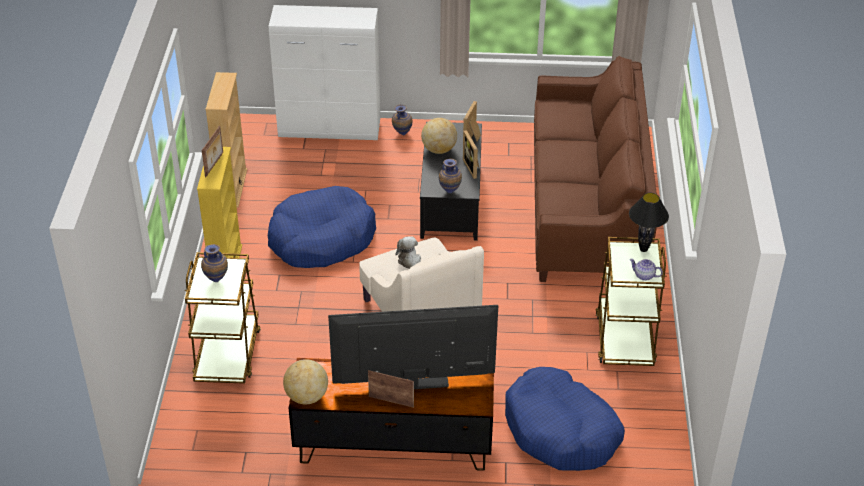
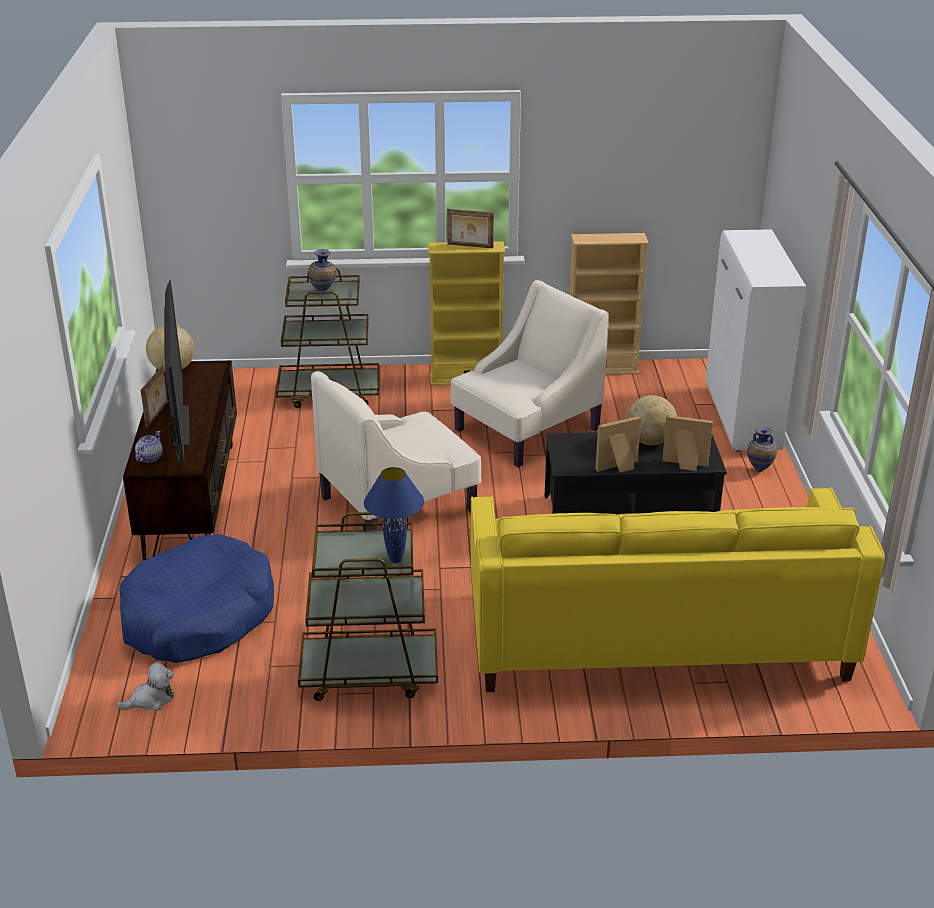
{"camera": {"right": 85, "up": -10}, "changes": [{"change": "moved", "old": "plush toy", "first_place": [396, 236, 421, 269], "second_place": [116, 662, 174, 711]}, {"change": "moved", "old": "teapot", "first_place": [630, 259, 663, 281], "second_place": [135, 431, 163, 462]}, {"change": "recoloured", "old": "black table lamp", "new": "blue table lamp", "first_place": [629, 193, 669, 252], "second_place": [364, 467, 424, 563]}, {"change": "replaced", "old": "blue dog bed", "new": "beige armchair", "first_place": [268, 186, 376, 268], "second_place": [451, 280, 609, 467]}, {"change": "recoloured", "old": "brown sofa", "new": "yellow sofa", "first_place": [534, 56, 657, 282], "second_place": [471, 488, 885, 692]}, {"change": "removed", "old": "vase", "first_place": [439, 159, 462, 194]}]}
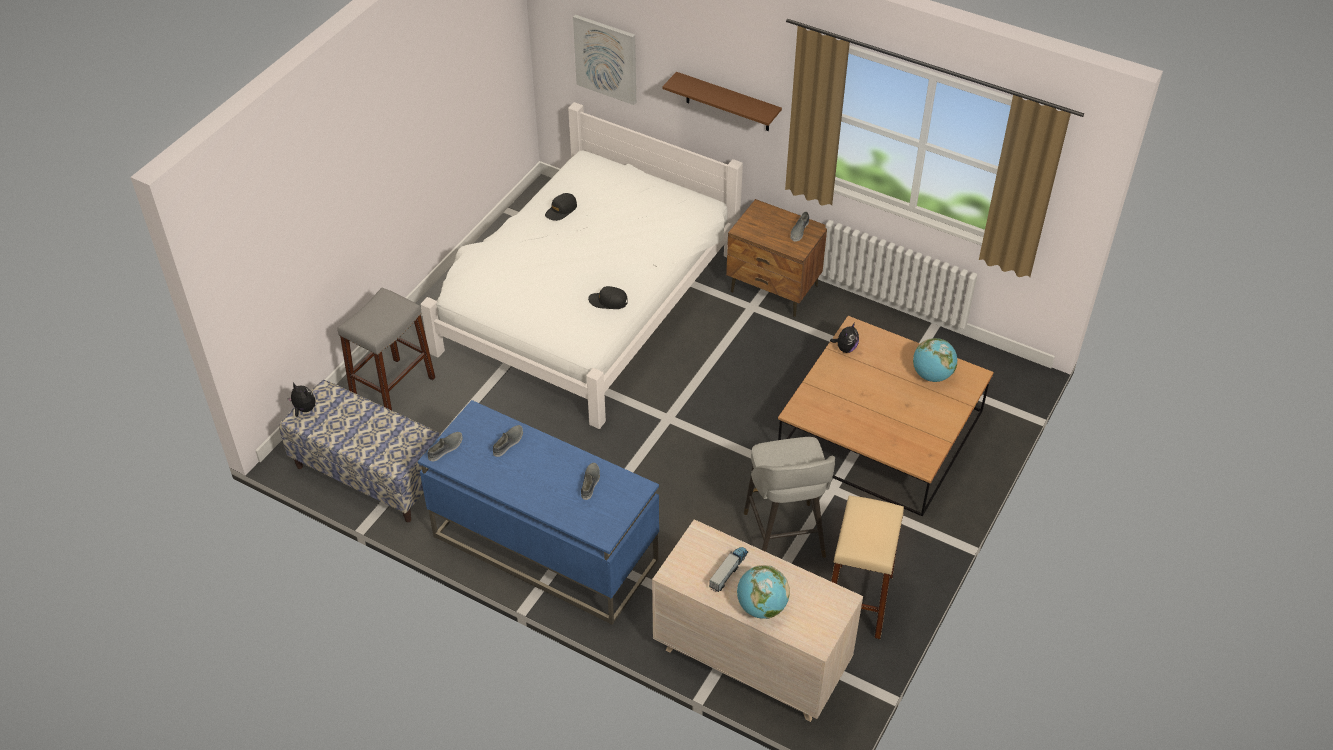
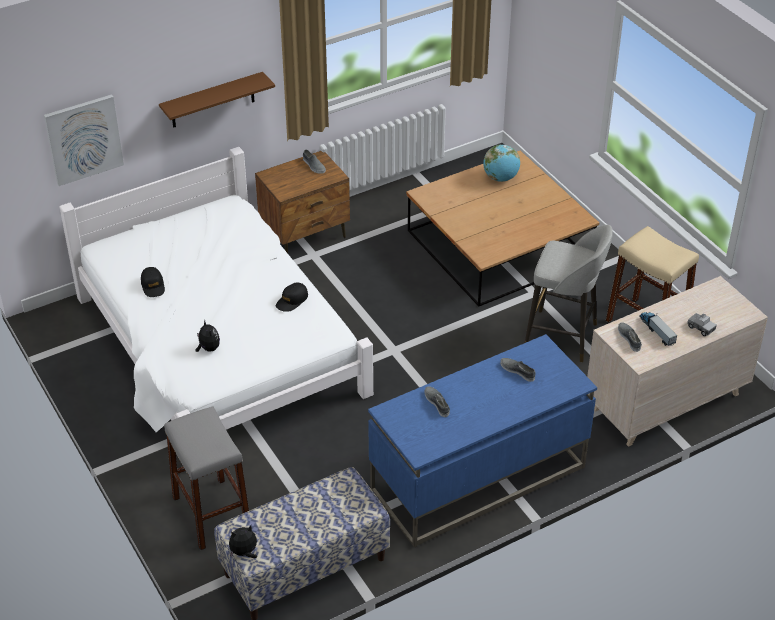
{"camera": {"right": -60, "up": -5}, "changes": [{"change": "moved", "old": "plush toy", "first_place": [830, 323, 859, 353], "second_place": [195, 320, 220, 352]}, {"change": "moved", "old": "grey shoe", "first_place": [428, 432, 462, 461], "second_place": [618, 322, 642, 352]}, {"change": "replaced", "old": "globe", "new": "toy truck", "first_place": [737, 565, 790, 619], "second_place": [687, 313, 717, 337]}]}
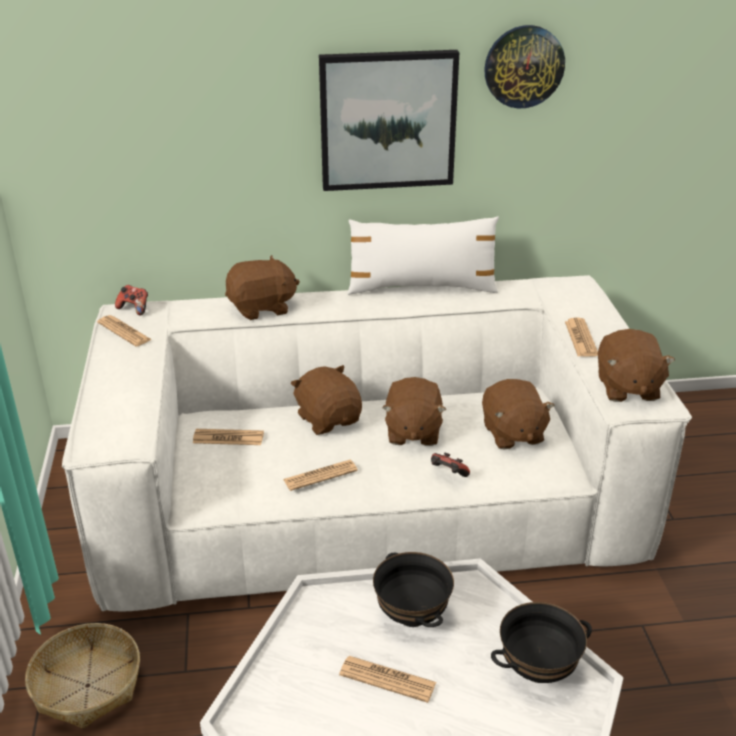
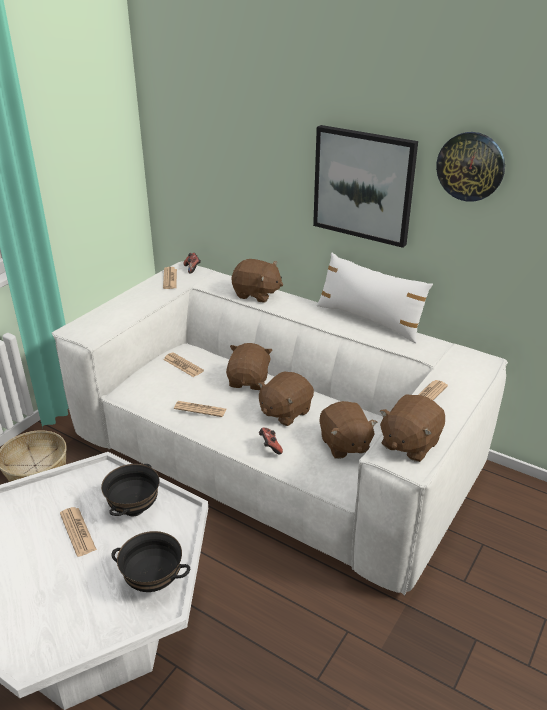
{"camera": {"right": 40, "up": 0}, "changes": [{"change": "turned", "old": "brown plush toy", "first_place": [482, 379, 555, 450], "second_place": [319, 401, 377, 459], "degrees": -45}]}
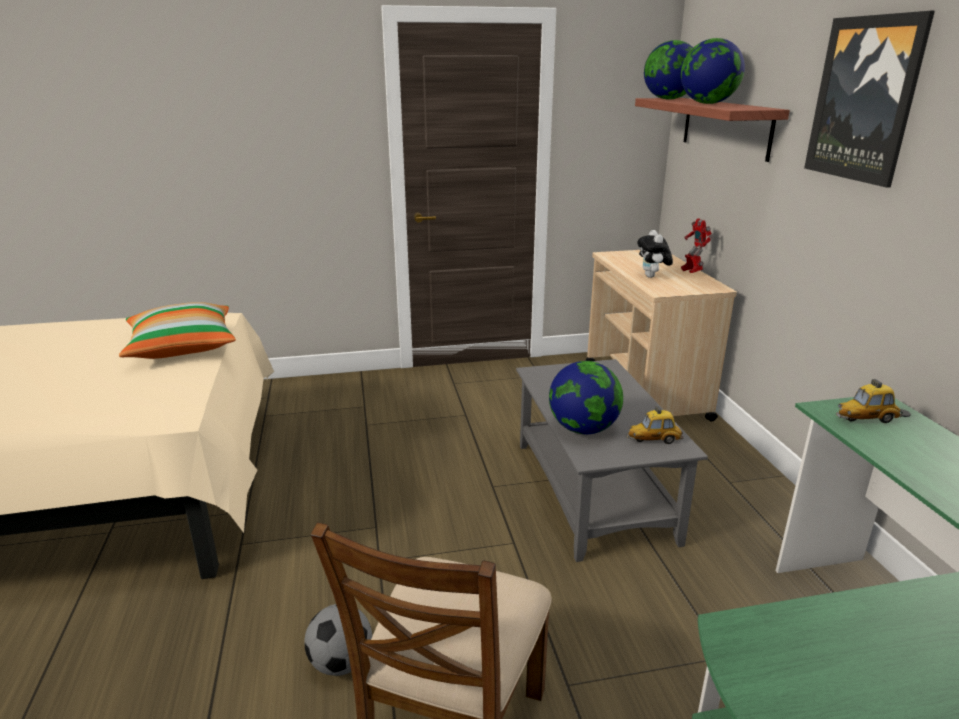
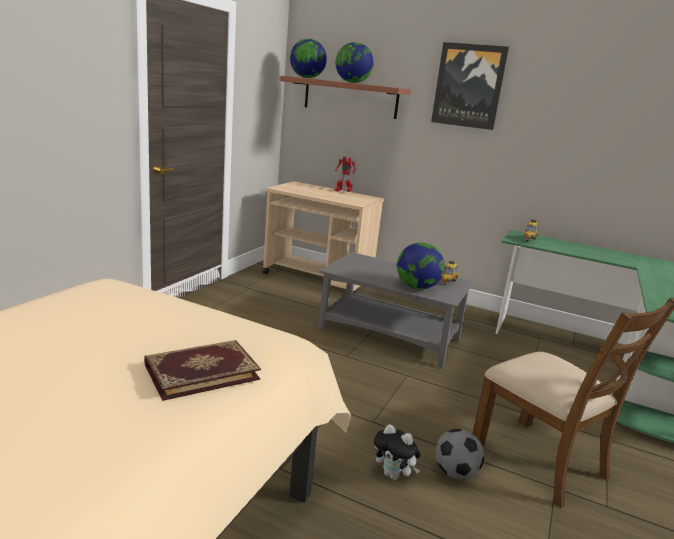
{"camera": {"right": -55, "up": -5}, "changes": [{"change": "added", "new": "book", "second_place": [144, 340, 261, 401]}, {"change": "moved", "old": "plush toy", "first_place": [637, 230, 673, 278], "second_place": [374, 424, 420, 480]}, {"change": "removed", "old": "pillow", "first_place": [119, 302, 236, 359]}]}
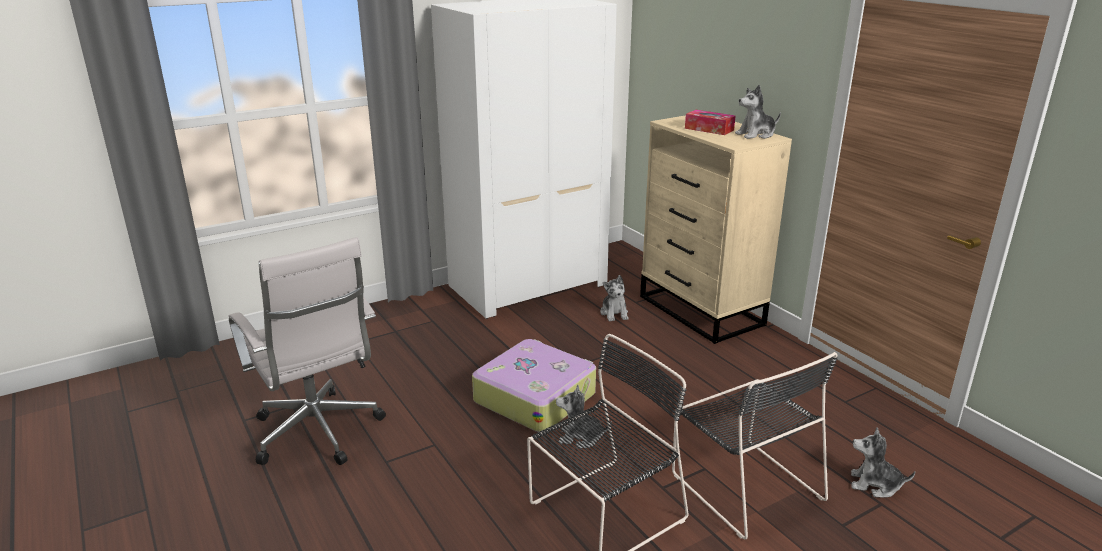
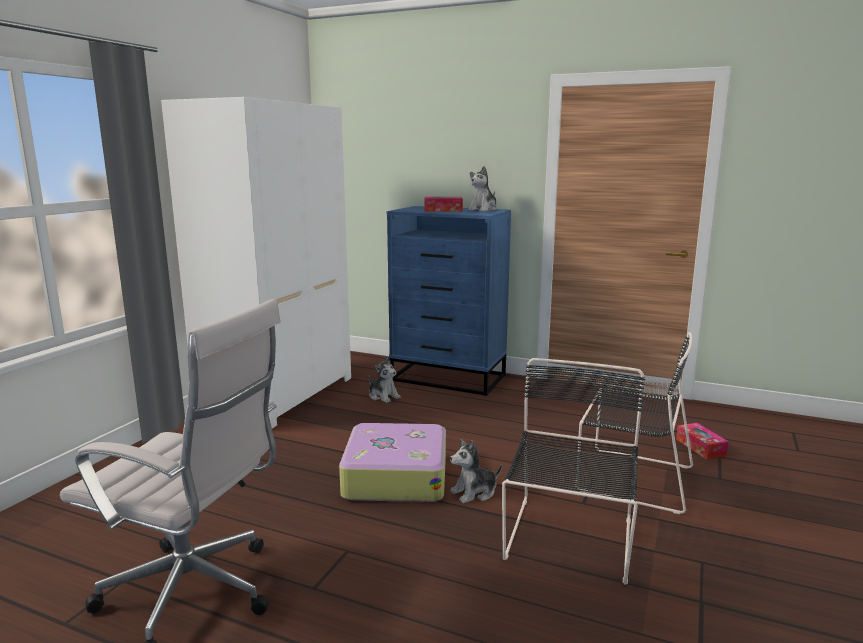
{"camera": {"right": -35, "up": -10}, "changes": [{"change": "recoloured", "old": "beige dresser", "new": "blue dresser", "first_place": [640, 115, 792, 344], "second_place": [387, 206, 511, 396]}, {"change": "replaced", "old": "plush toy", "new": "tissue box", "first_place": [851, 428, 915, 498], "second_place": [676, 423, 729, 459]}]}
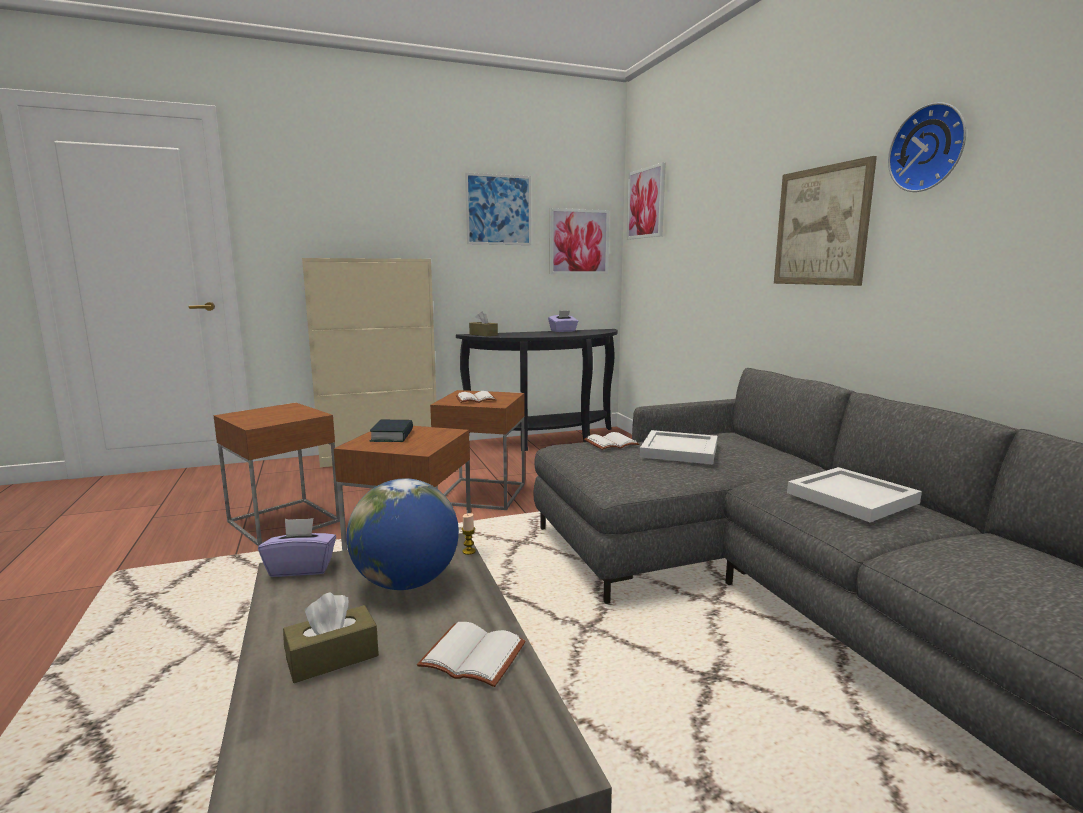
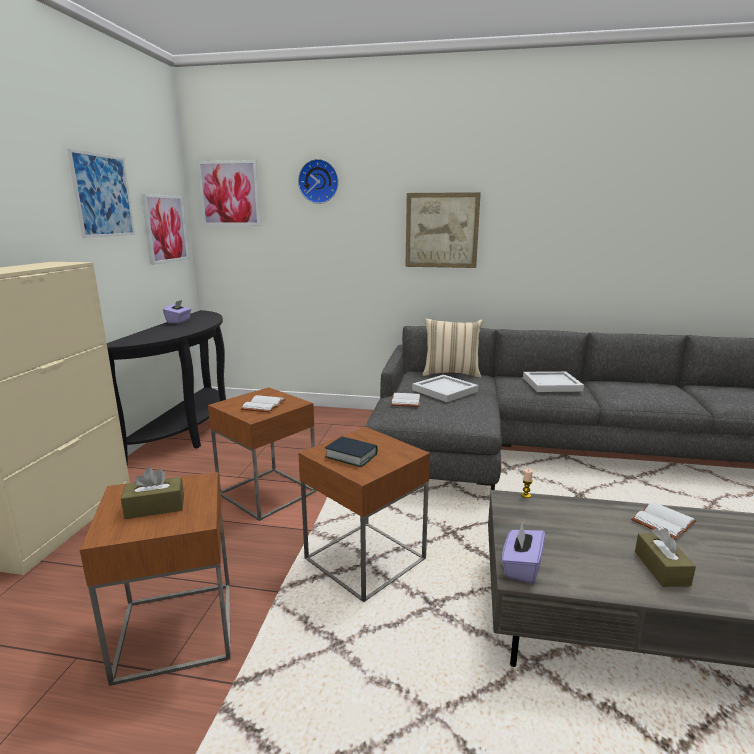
{"camera": {"right": -60, "up": 5}, "changes": [{"change": "moved", "old": "brown tissue box", "first_place": [469, 312, 498, 336], "second_place": [121, 468, 184, 519]}, {"change": "moved", "old": "wall clock", "first_place": [888, 102, 966, 192], "second_place": [298, 159, 339, 204]}, {"change": "added", "new": "beige pillow", "second_place": [423, 318, 483, 378]}, {"change": "removed", "old": "globe", "first_place": [346, 478, 459, 590]}]}
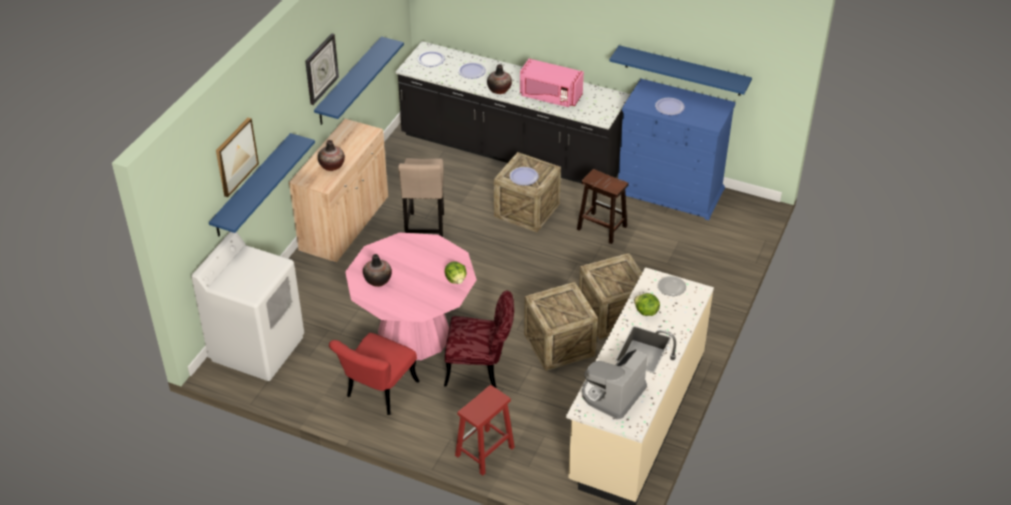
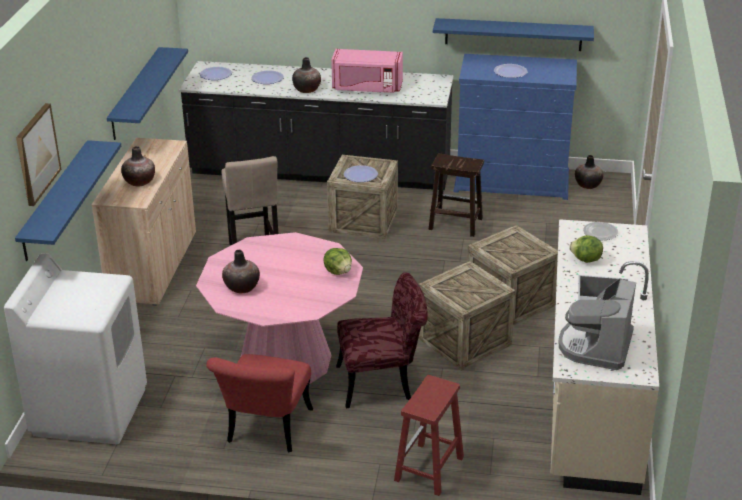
{"camera": {"right": -15, "up": -10}, "changes": [{"change": "added", "new": "vase", "second_place": [575, 155, 603, 189]}, {"change": "removed", "old": "wall clock", "first_place": [305, 34, 339, 105]}]}
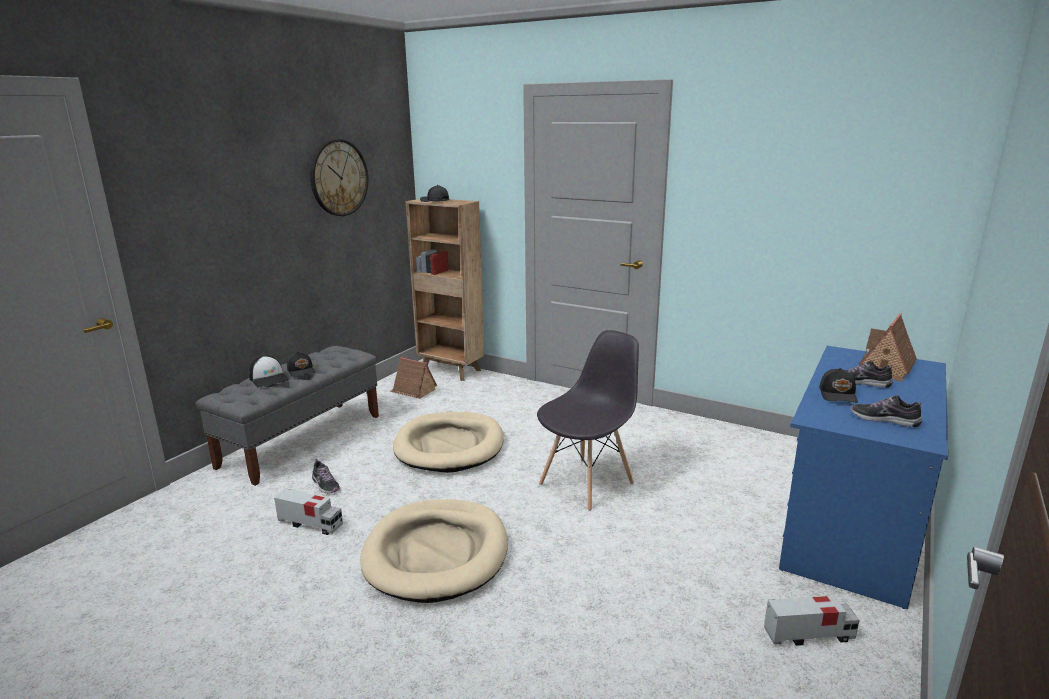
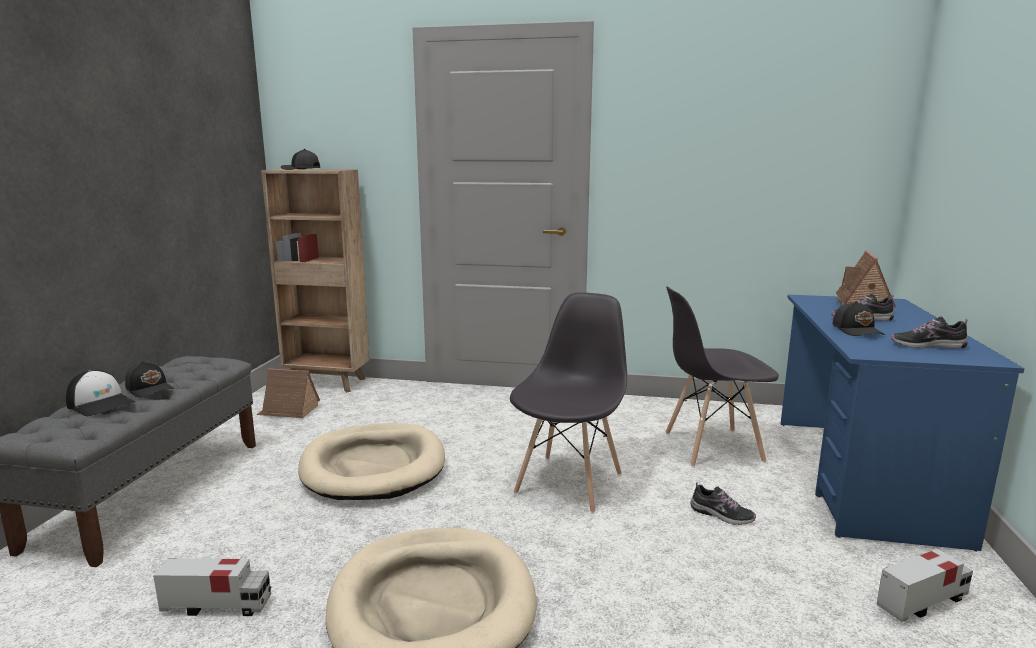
{"camera": {"right": -20, "up": -5}, "changes": [{"change": "added", "new": "grey chair", "second_place": [666, 286, 779, 467]}, {"change": "moved", "old": "shoe", "first_place": [312, 459, 340, 493], "second_place": [690, 482, 756, 525]}, {"change": "removed", "old": "wall clock", "first_place": [310, 139, 368, 216]}]}
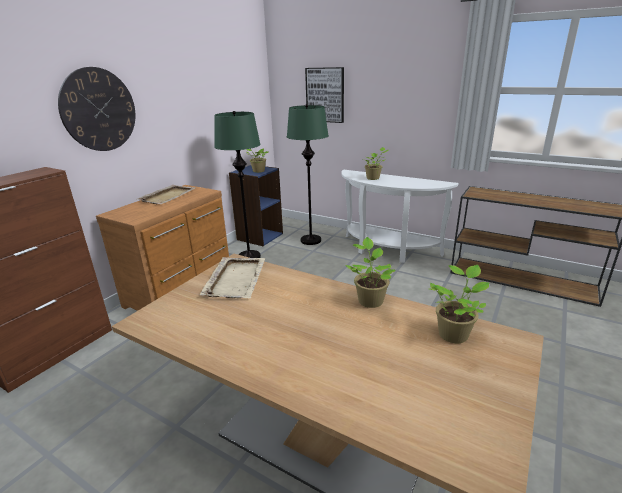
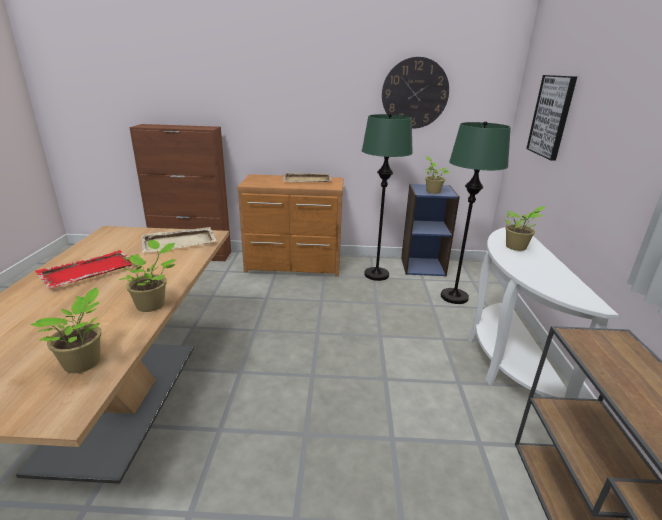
{"camera": {"right": 60, "up": 0}, "changes": [{"change": "added", "new": "red tray", "second_place": [35, 250, 133, 288]}, {"change": "moved", "old": "wall clock", "first_place": [58, 67, 136, 151], "second_place": [382, 57, 449, 129]}]}
